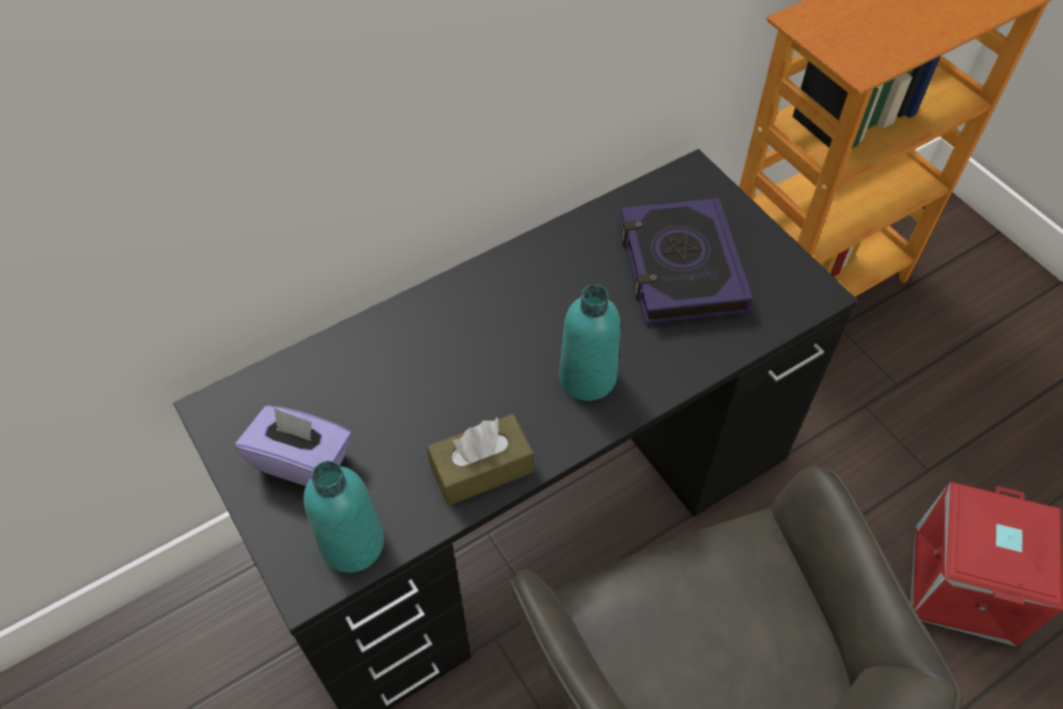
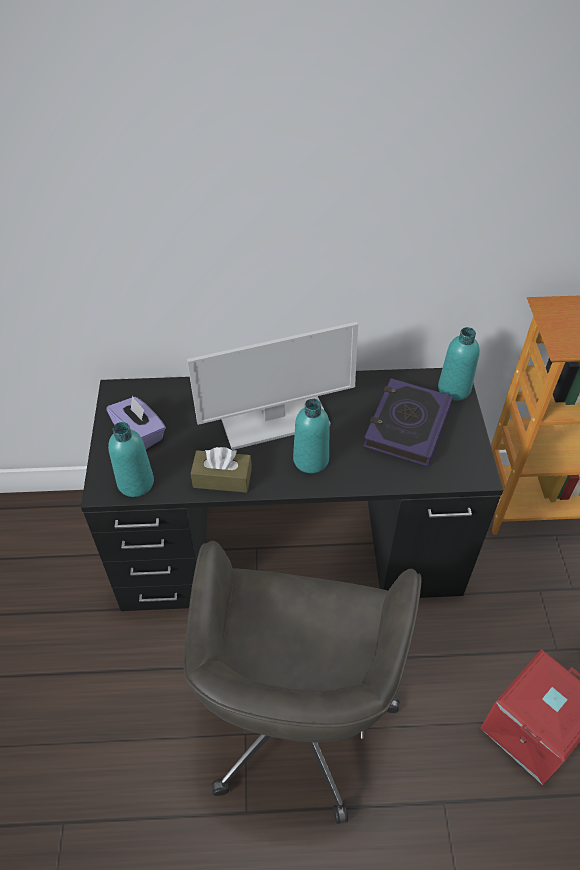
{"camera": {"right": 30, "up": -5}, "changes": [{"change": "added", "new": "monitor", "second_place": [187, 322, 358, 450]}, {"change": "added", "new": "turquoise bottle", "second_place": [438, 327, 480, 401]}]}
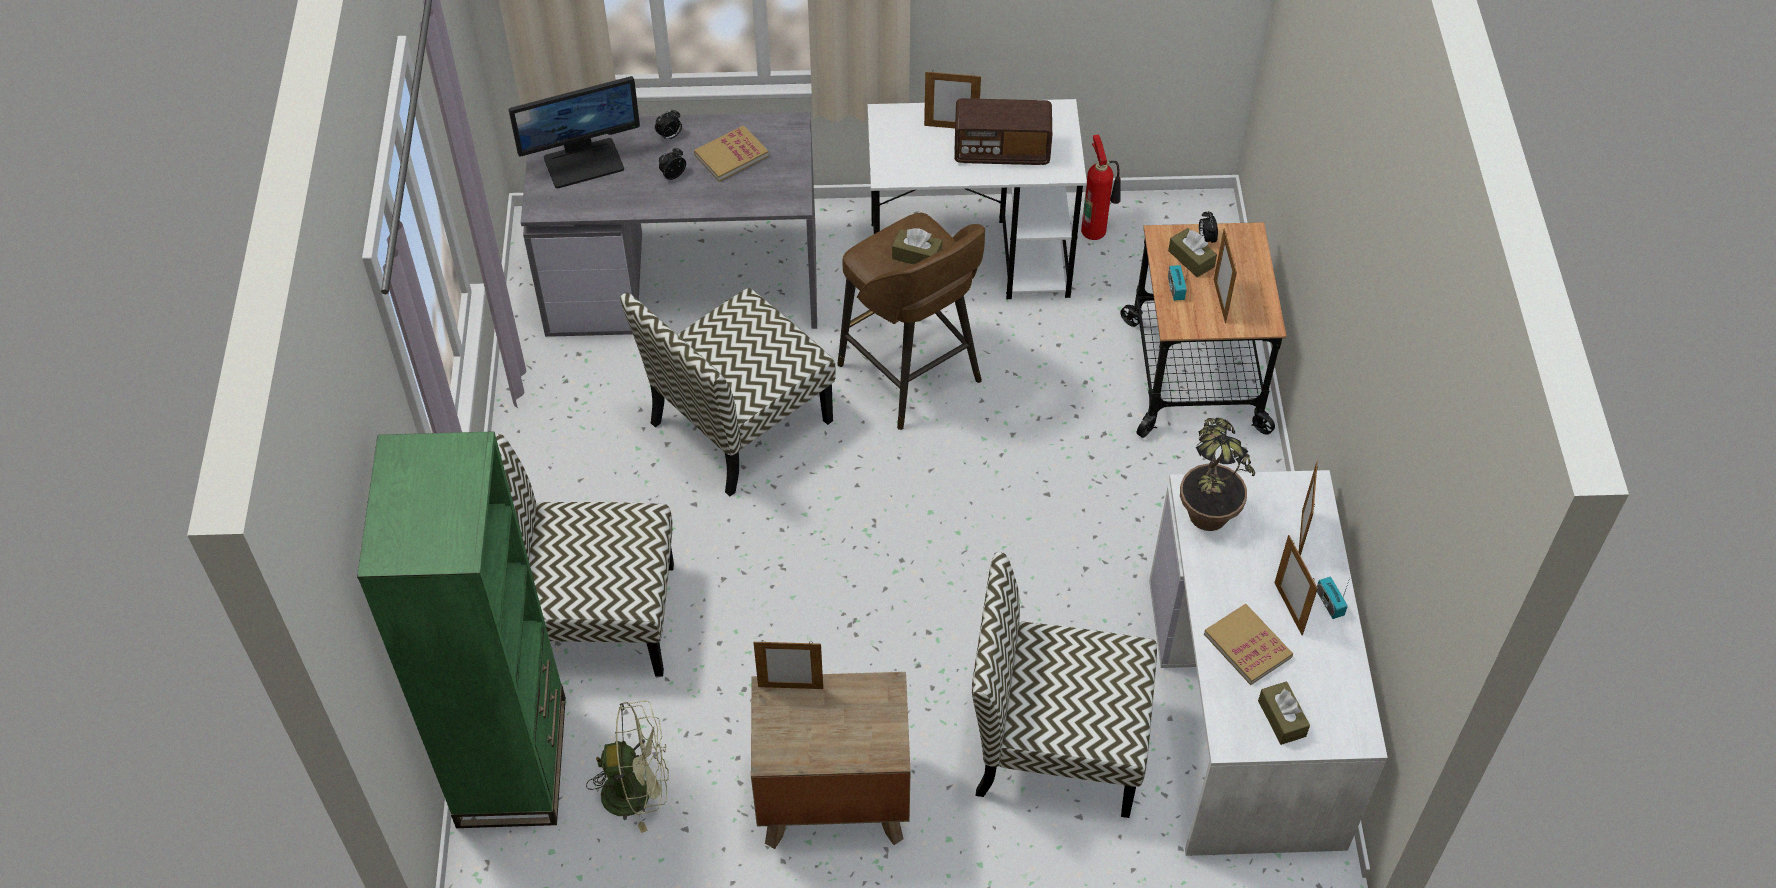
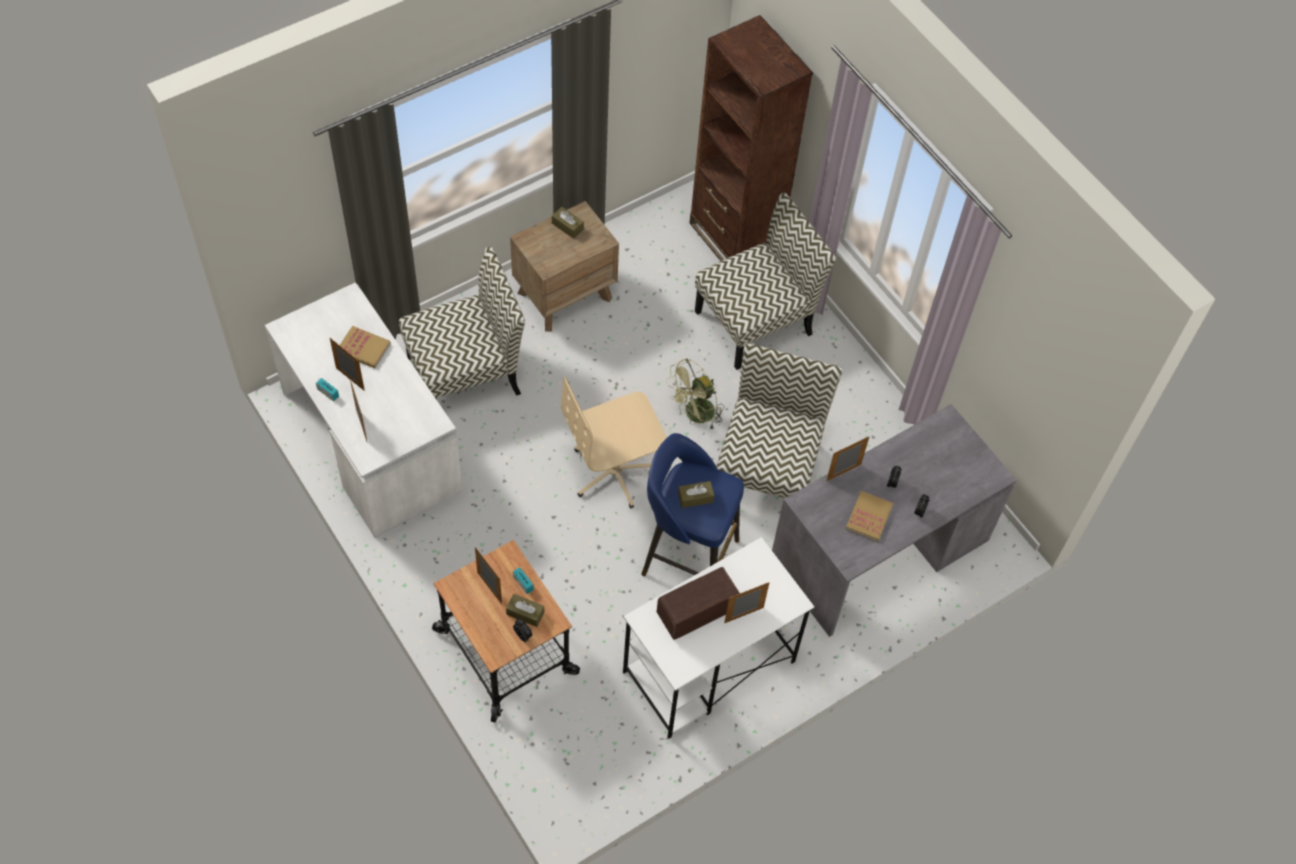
{"camera": {"right": 145, "up": 5}, "changes": [{"change": "moved", "old": "brown tissue box", "first_place": [1258, 681, 1310, 745], "second_place": [552, 207, 584, 239]}, {"change": "added", "new": "beige office chair", "second_place": [561, 376, 667, 508]}, {"change": "recoloured", "old": "brown stool", "new": "blue stool", "first_place": [837, 213, 985, 430], "second_place": [641, 433, 744, 576]}, {"change": "moved", "old": "green fan", "first_place": [586, 701, 669, 833], "second_place": [666, 358, 724, 429]}, {"change": "recoloured", "old": "green bookcase", "new": "brown bookcase", "first_place": [357, 431, 566, 828], "second_place": [690, 15, 813, 261]}, {"change": "moved", "old": "picture frame", "first_place": [753, 640, 823, 689], "second_place": [826, 437, 869, 481]}, {"change": "removed", "old": "monitor", "first_place": [509, 76, 640, 188]}, {"change": "removed", "old": "fire extinguisher", "first_place": [1081, 135, 1121, 240]}, {"change": "removed", "old": "potted plant", "first_place": [1180, 418, 1255, 531]}]}
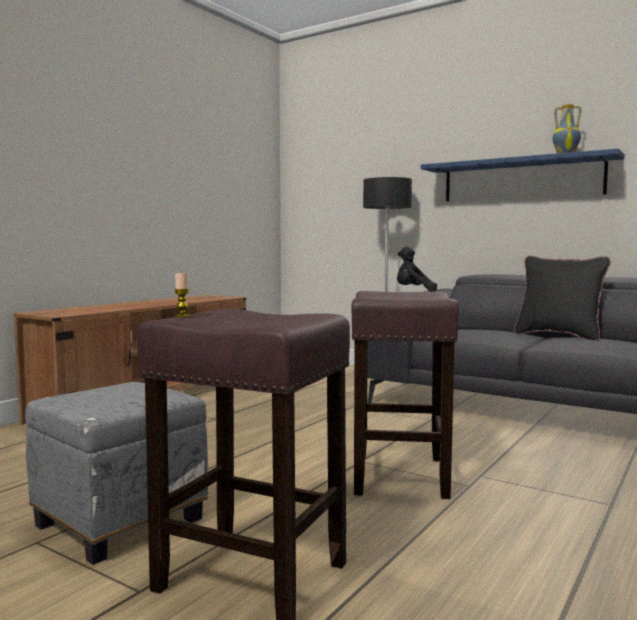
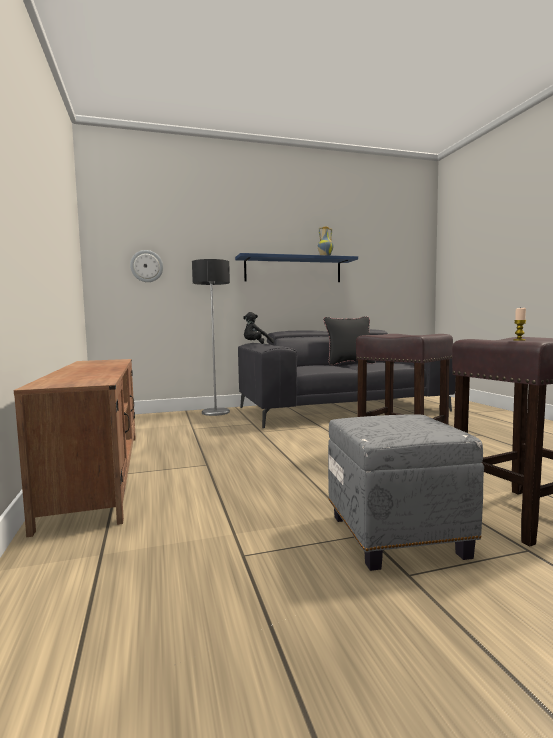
{"camera": {"right": -50, "up": 0}, "changes": [{"change": "added", "new": "wall clock", "second_place": [130, 250, 163, 282]}]}
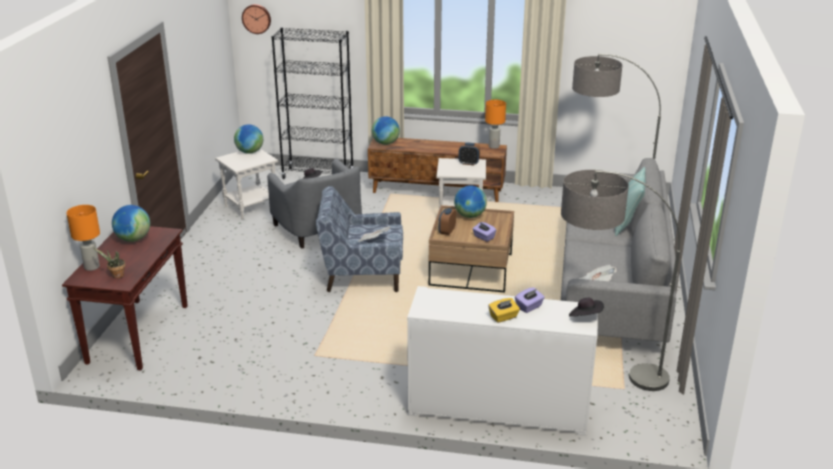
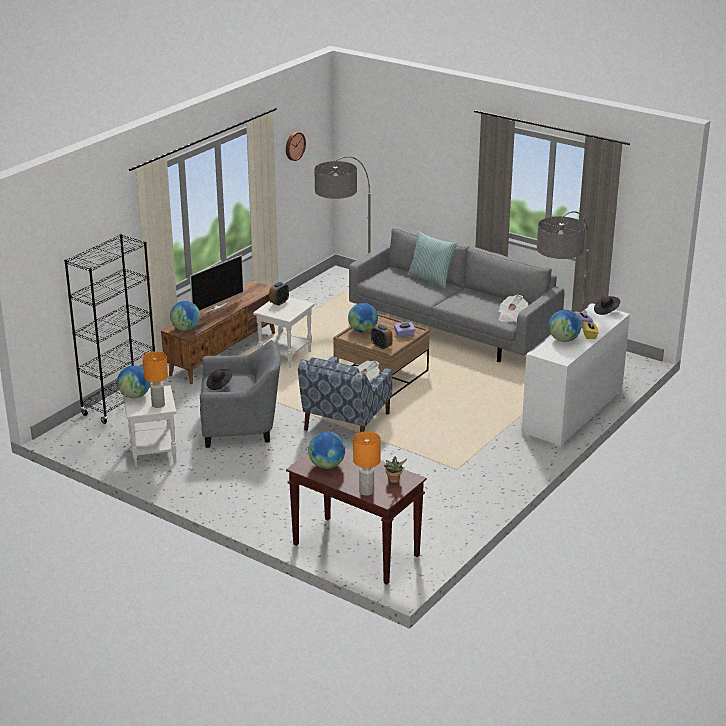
{"camera": {"right": -65, "up": 0}, "changes": [{"change": "moved", "old": "orange table lamp", "first_place": [485, 100, 506, 149], "second_place": [142, 351, 168, 408]}, {"change": "added", "new": "television", "second_place": [190, 255, 244, 313]}, {"change": "moved", "old": "wall clock", "first_place": [242, 4, 271, 34], "second_place": [286, 132, 306, 161]}, {"change": "added", "new": "globe", "second_place": [549, 310, 581, 342]}]}
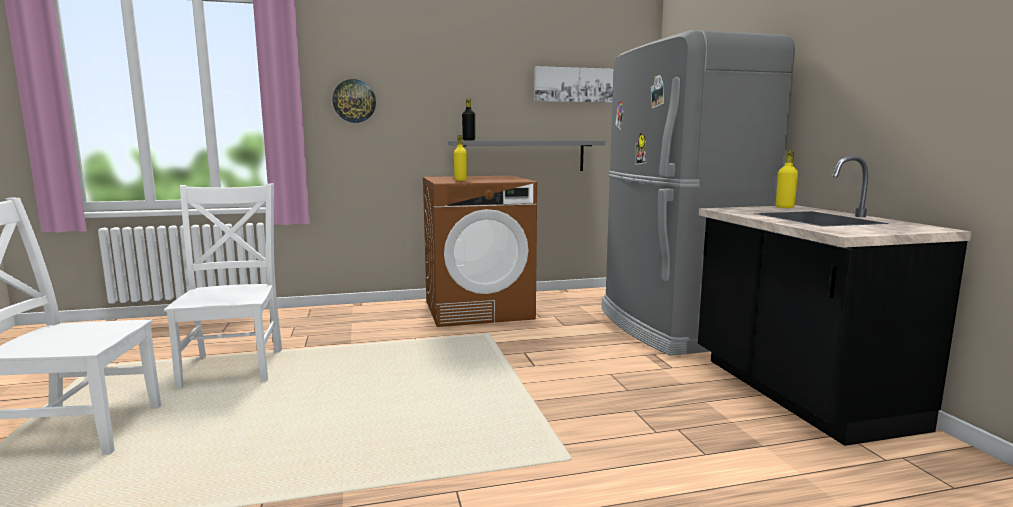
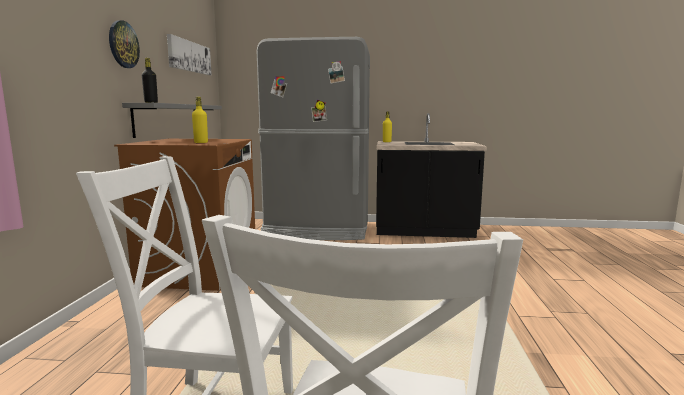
{"camera": {"right": -70, "up": 0}, "changes": [{"change": "moved", "old": "wall clock", "first_place": [332, 79, 376, 123], "second_place": [109, 20, 140, 68]}]}
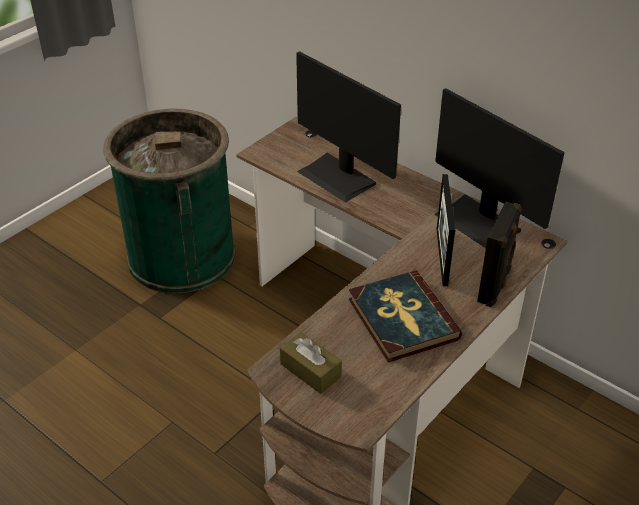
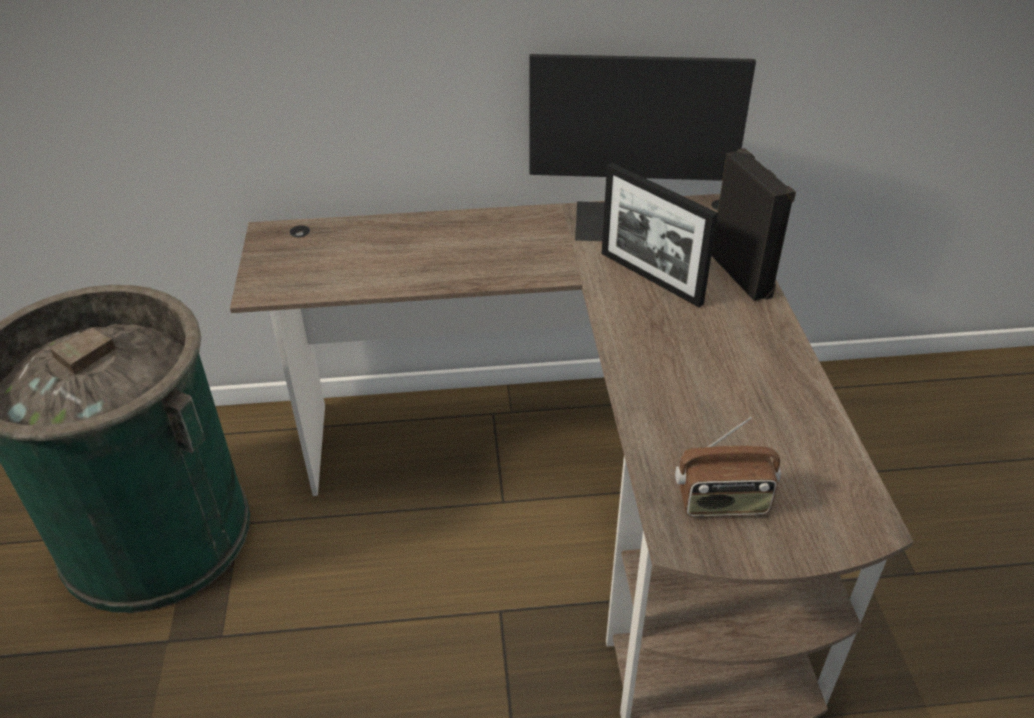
{"camera": {"right": -45, "up": 0}, "changes": [{"change": "replaced", "old": "brown tissue box", "new": "radio", "first_place": [280, 332, 342, 394], "second_place": [675, 417, 781, 517]}, {"change": "removed", "old": "monitor", "first_place": [296, 51, 401, 203]}, {"change": "removed", "old": "book", "first_place": [349, 270, 462, 362]}]}
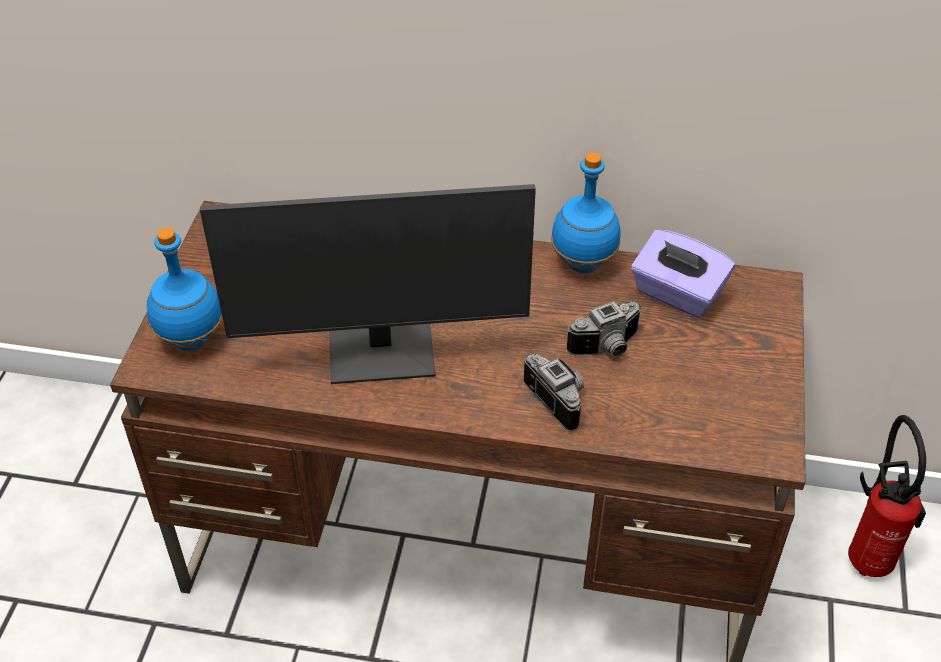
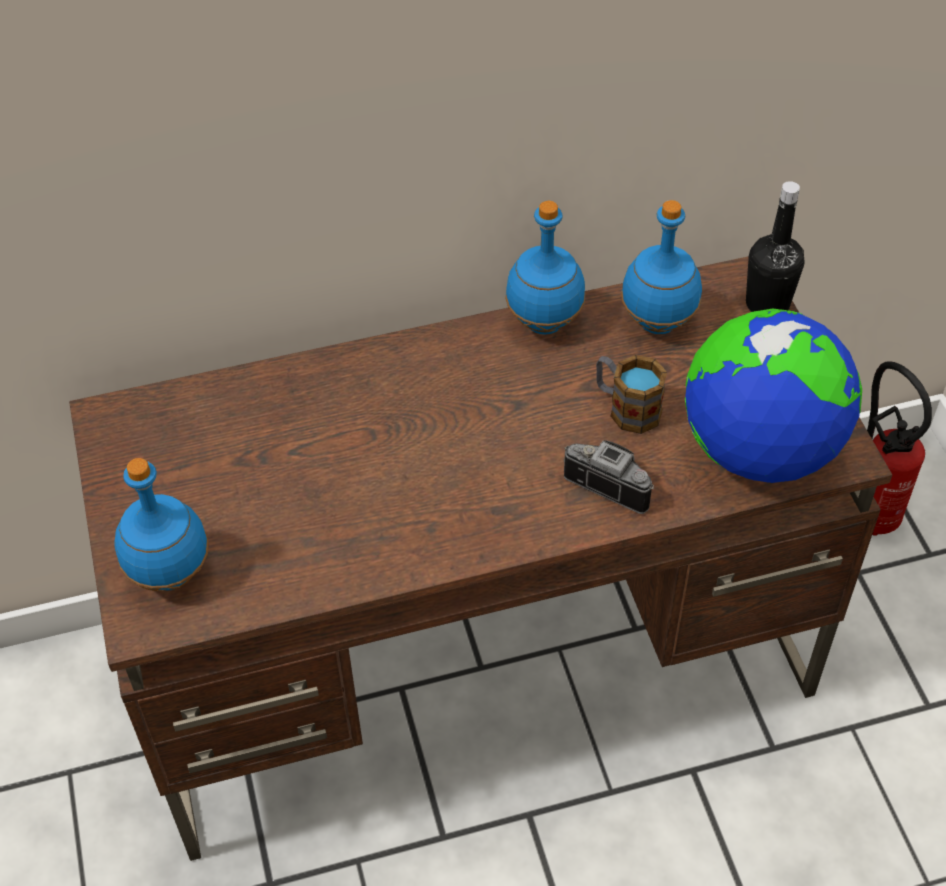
{"camera": {"right": -25, "up": 5}, "changes": [{"change": "replaced", "old": "photo camera", "new": "mug", "first_place": [566, 301, 641, 357], "second_place": [596, 355, 667, 434]}, {"change": "replaced", "old": "purple tissue box", "new": "blue bottle", "first_place": [631, 229, 735, 318], "second_place": [621, 200, 702, 334]}, {"change": "added", "new": "globe", "second_place": [685, 309, 862, 483]}, {"change": "added", "new": "black bottle", "second_place": [746, 181, 805, 312]}, {"change": "removed", "old": "monitor", "first_place": [200, 184, 536, 384]}]}
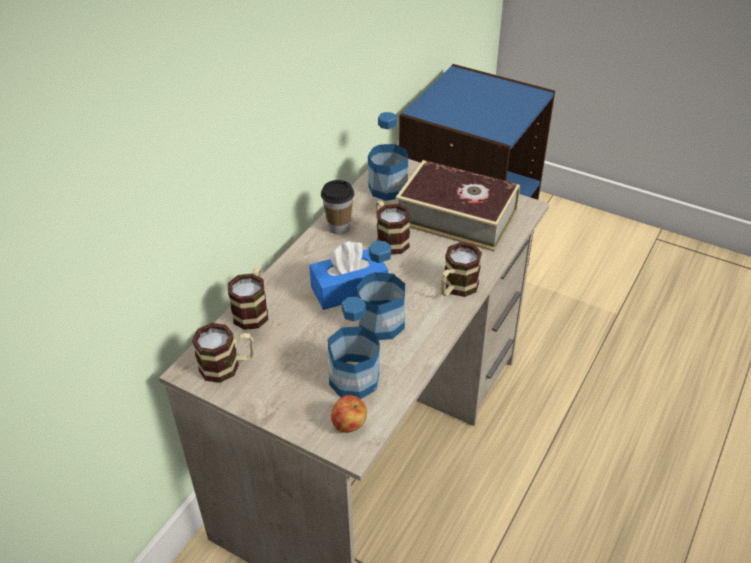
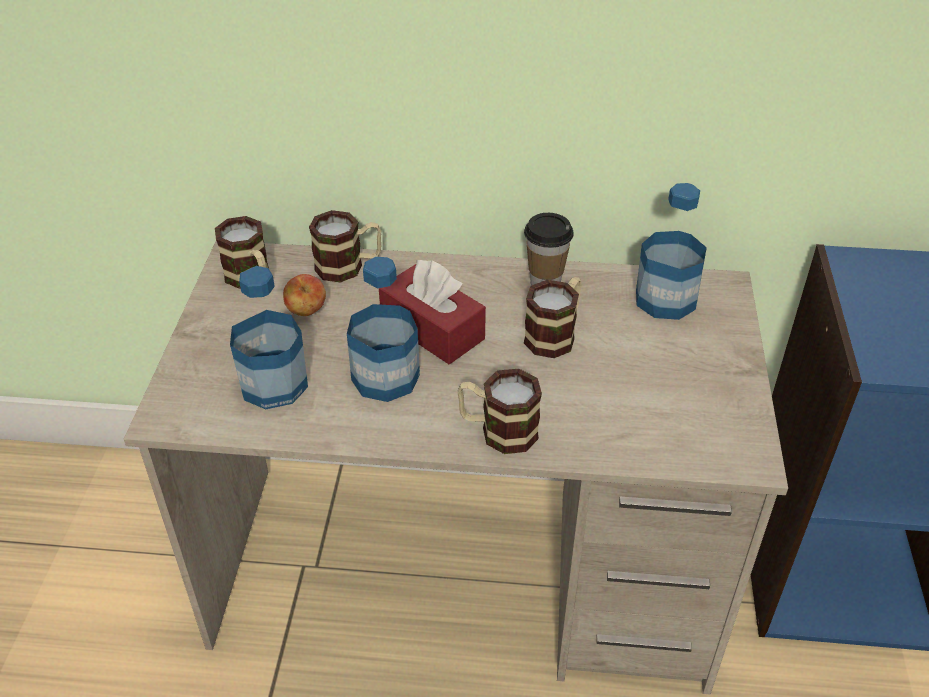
{"camera": {"right": 65, "up": 0}, "changes": [{"change": "moved", "old": "apple", "first_place": [331, 395, 367, 433], "second_place": [283, 274, 326, 316]}, {"change": "recoloured", "old": "blue tissue box", "new": "red tissue box", "first_place": [309, 241, 388, 310], "second_place": [379, 260, 486, 364]}, {"change": "removed", "old": "book", "first_place": [396, 160, 520, 252]}]}
